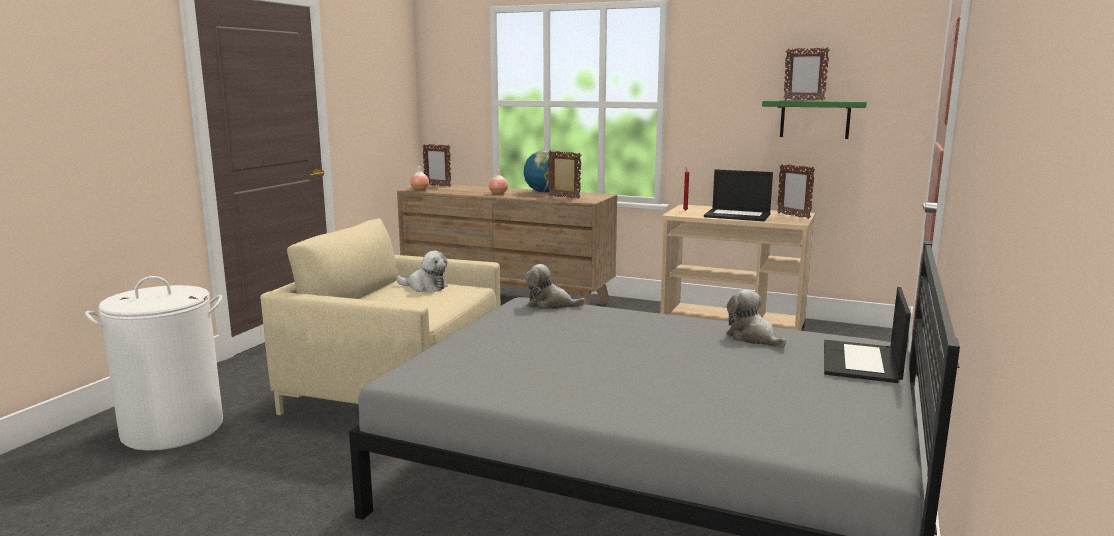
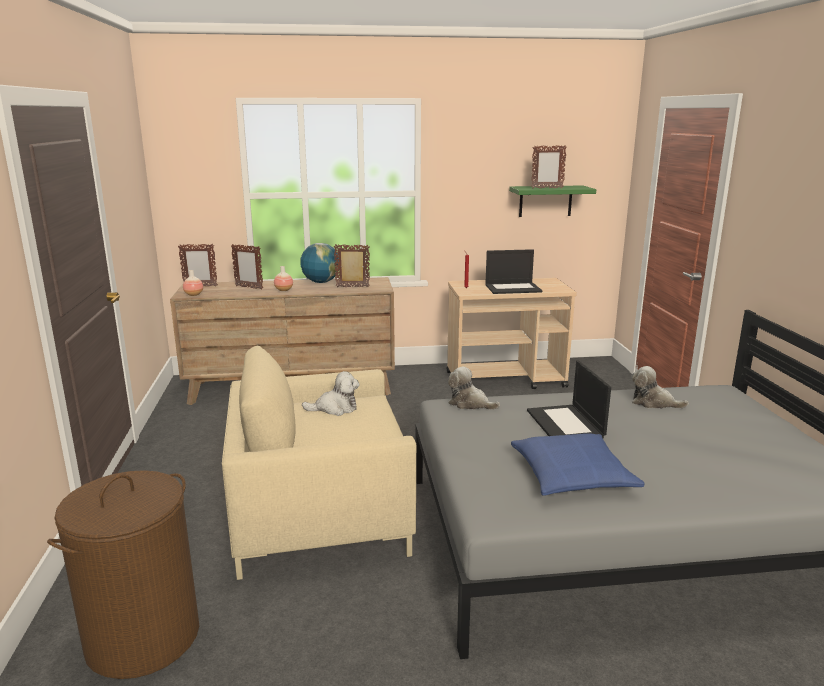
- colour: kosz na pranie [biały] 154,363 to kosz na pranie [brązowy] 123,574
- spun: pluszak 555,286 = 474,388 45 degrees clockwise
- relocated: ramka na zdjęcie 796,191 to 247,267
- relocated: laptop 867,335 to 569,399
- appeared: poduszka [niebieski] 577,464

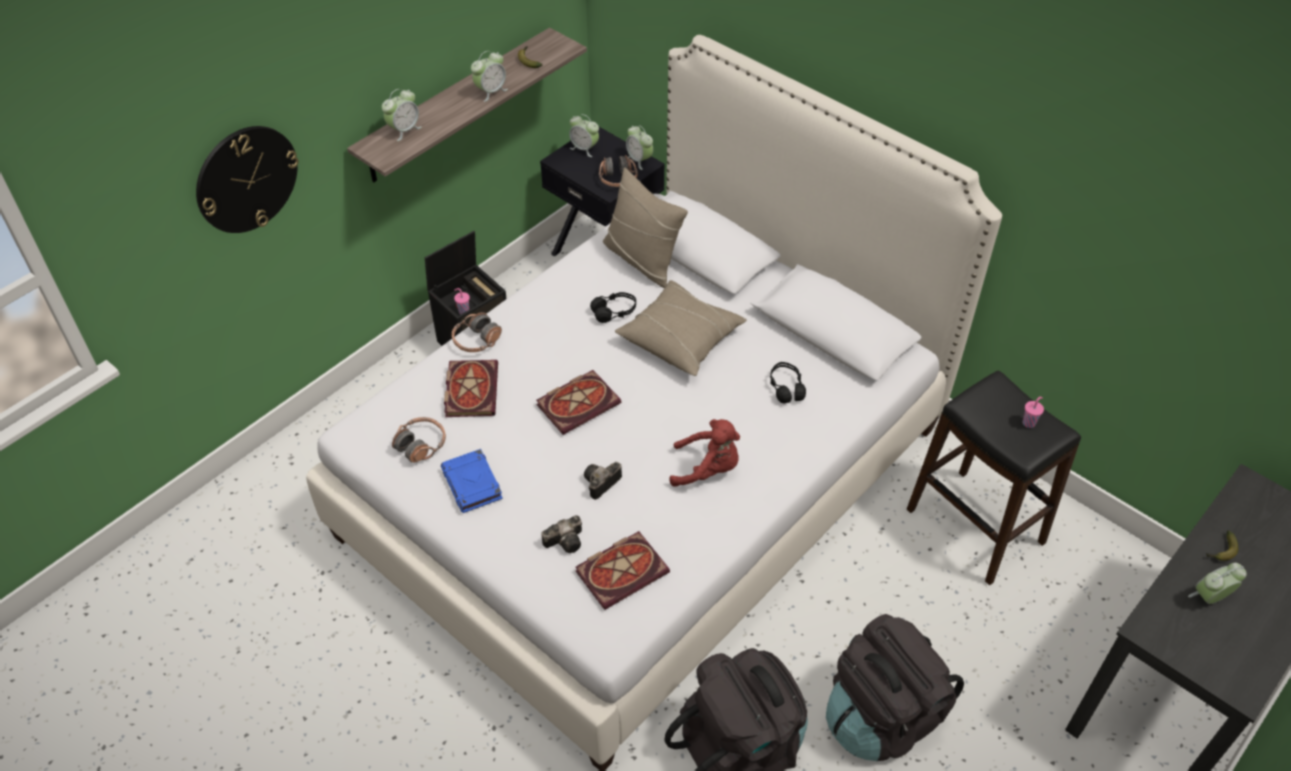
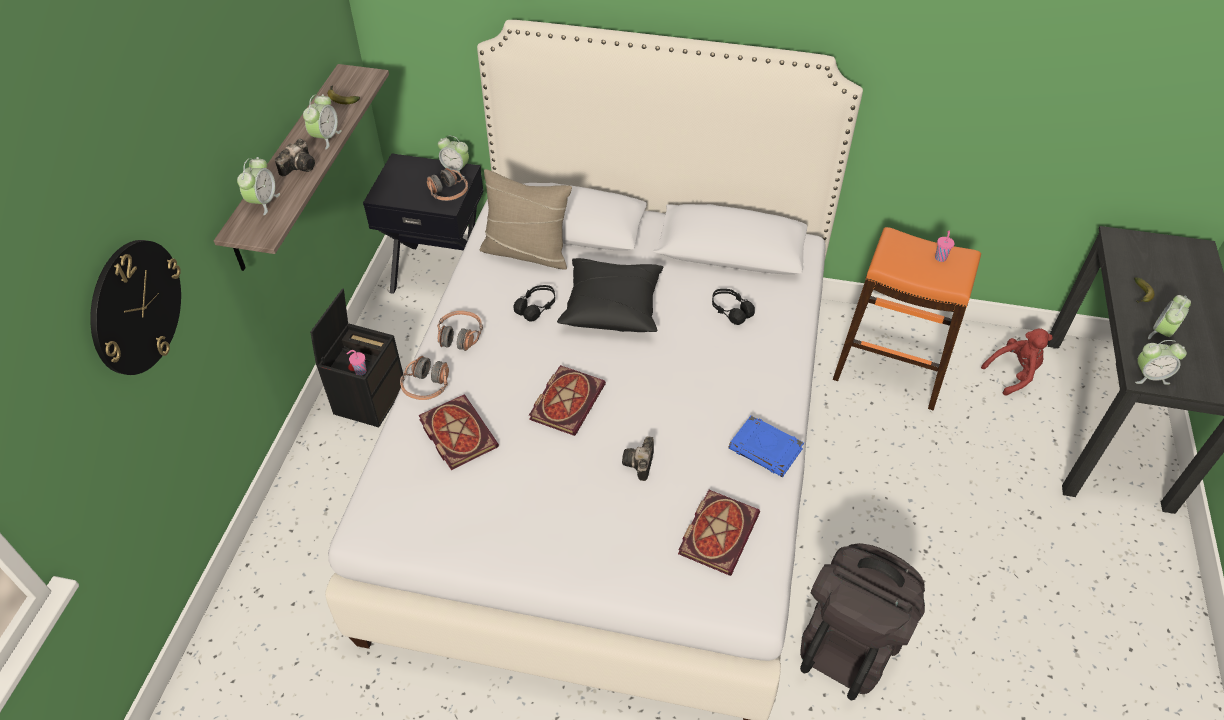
- relocated: słuchawki 419,440 to 460,330
- relocated: książka [niebieski] 472,481 to 766,446
- relocated: aparat fotograficzny 561,534 to 295,158
- relocated: budzik 584,135 to 1161,362
- colour: poduszka [beżowy] 681,328 to poduszka [czarny] 610,295
- relocated: pluszak [czerwony] 704,453 to 1017,362
- missing: plecak [czarny] 895,687
- colour: stołek [czarny] 994,478 to stołek [pomarańczowy] 907,318

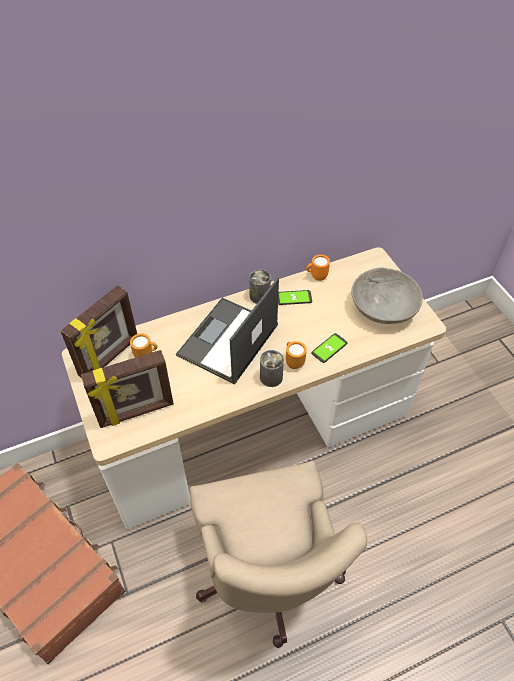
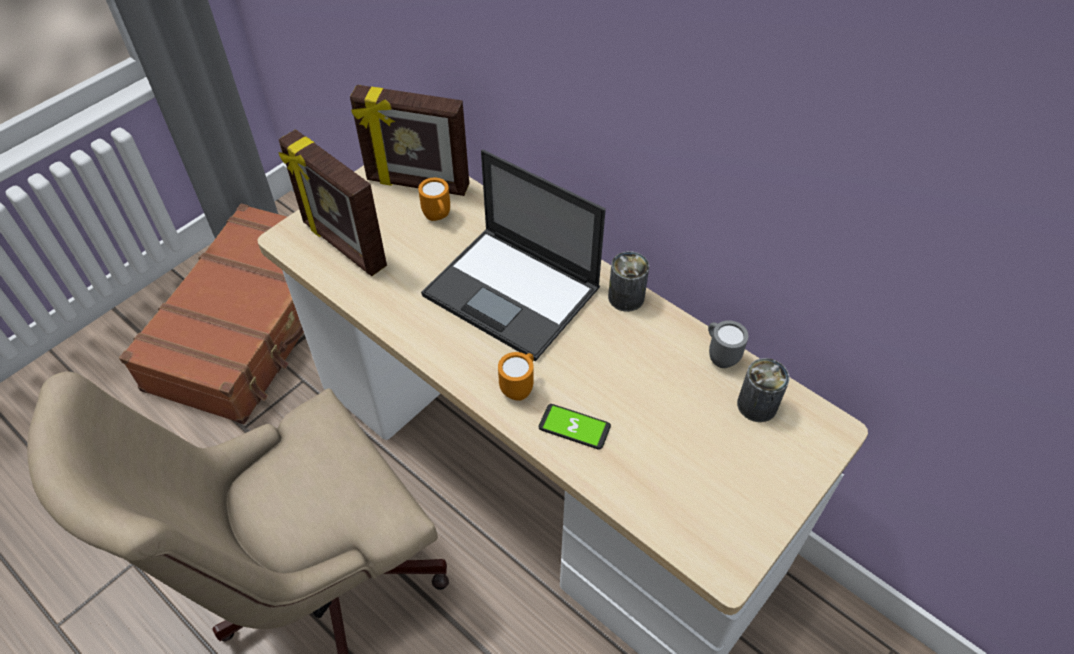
- spun: laptop 227,330 = 513,255 150 degrees counterclockwise
- relocated: puszka 272,368 to 763,390
- missing: telefon 295,297
- colour: kubek [pomarańczowy] 318,267 to kubek [szary] 728,344
- missing: miska [szary] 387,295

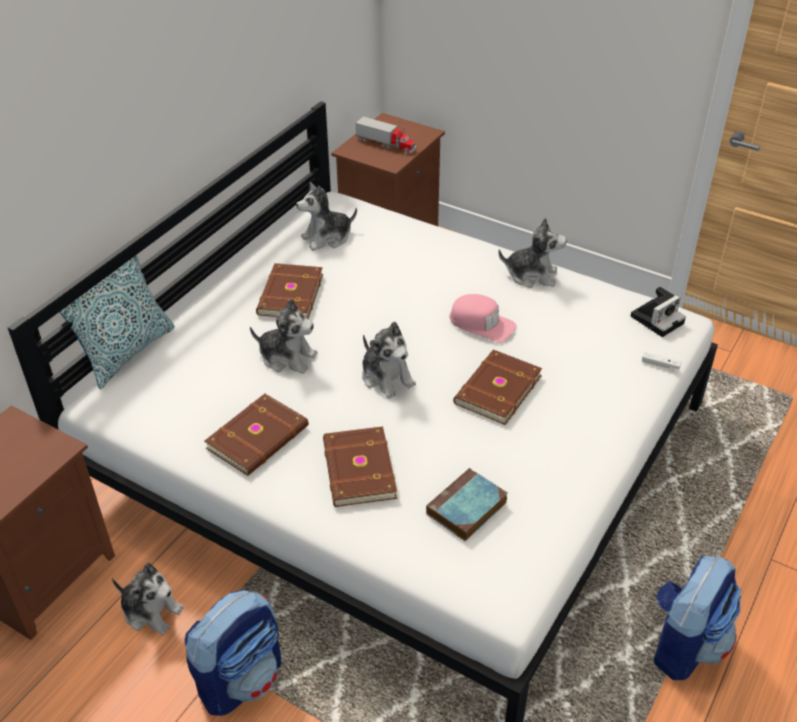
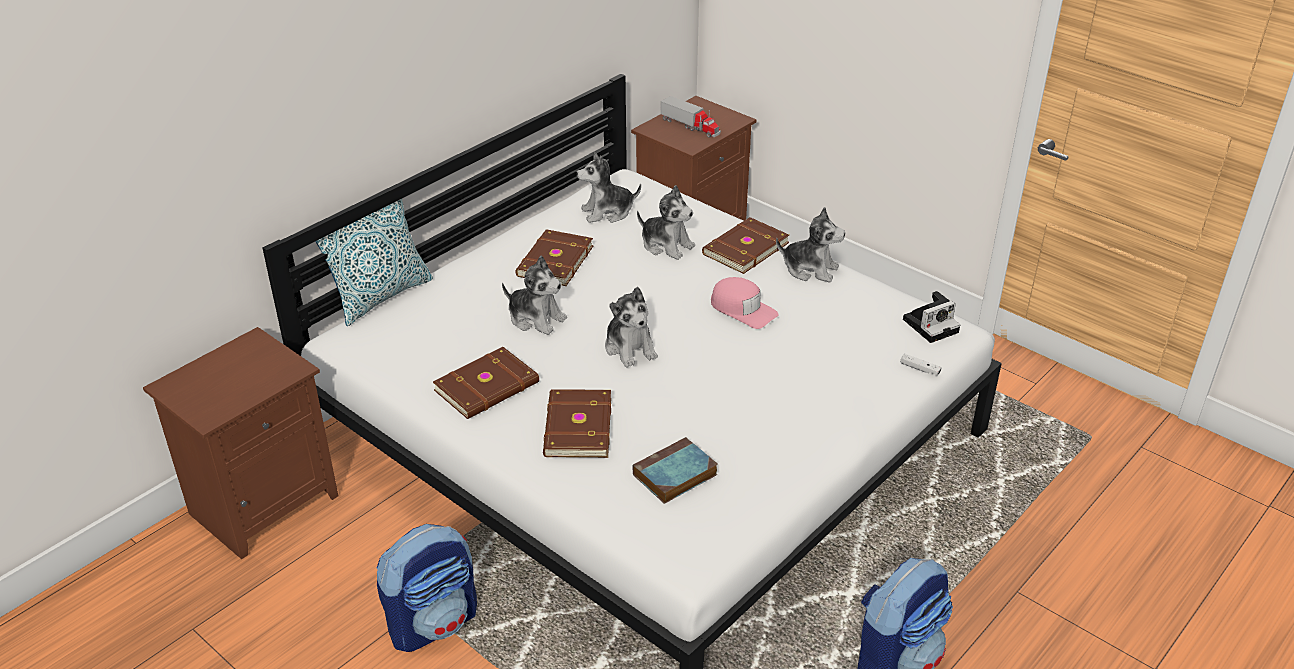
- relocated: pluszak 148,599 to 666,222
- relocated: książka [brązowy] 498,387 to 745,245

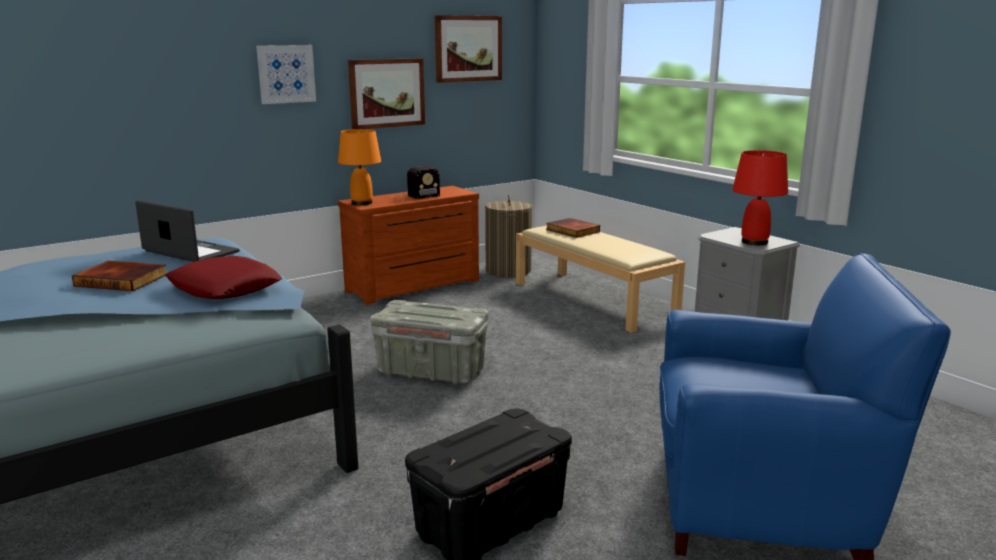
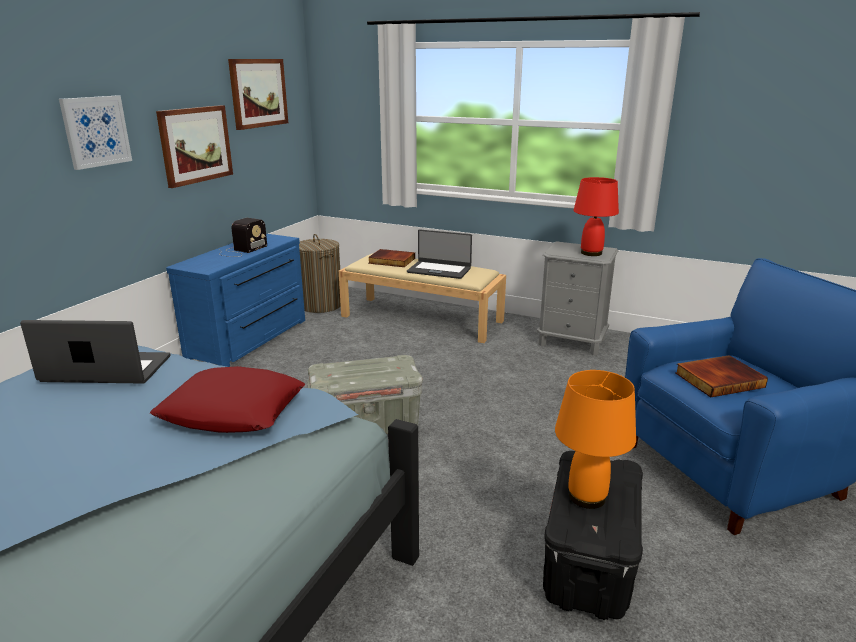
- relocated: książka 119,276 to 721,376
- relocated: lampa stołowa [pomarańczowy] 359,167 to 595,439
- colour: komoda [brązowy] 408,245 to komoda [niebieski] 235,300
- appeared: laptop 439,254

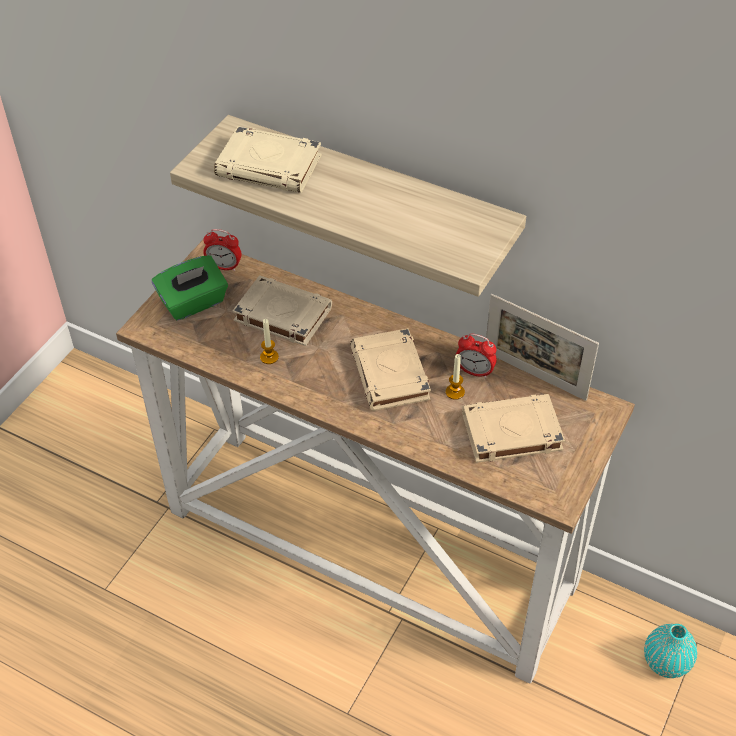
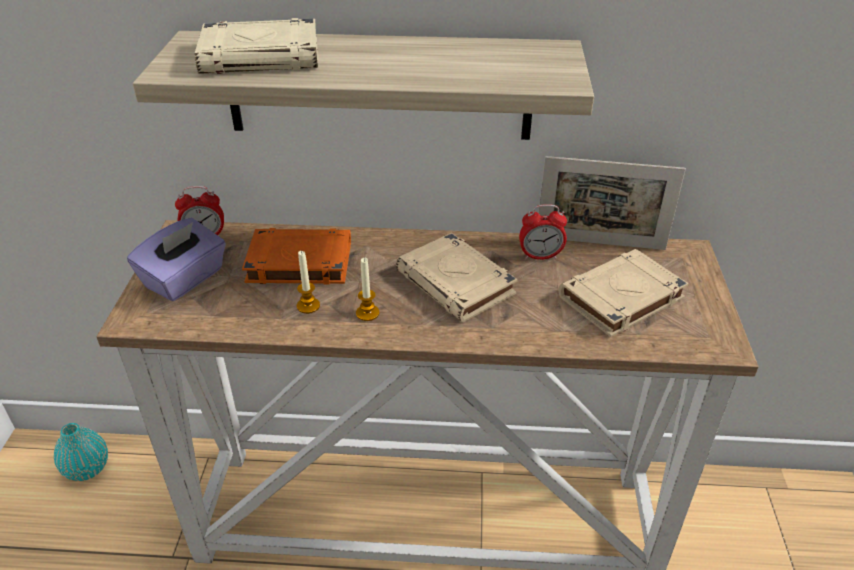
- colour: pudełko chusteczek [zielony] 190,288 to pudełko chusteczek [fioletowy] 176,259
- colour: książka [beżowy] 282,310 to książka [pomarańczowy] 296,256
- relocated: świeca 455,377 to 367,289
- relocated: wazon [turkusowy] 670,651 to 81,452

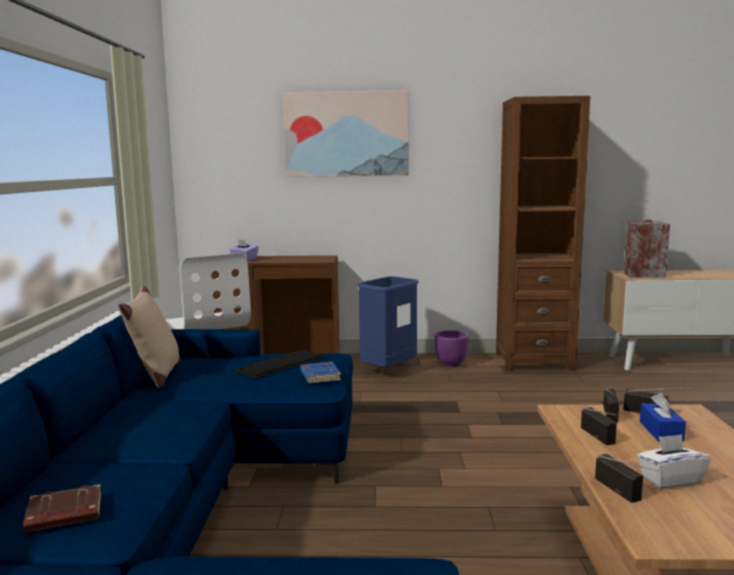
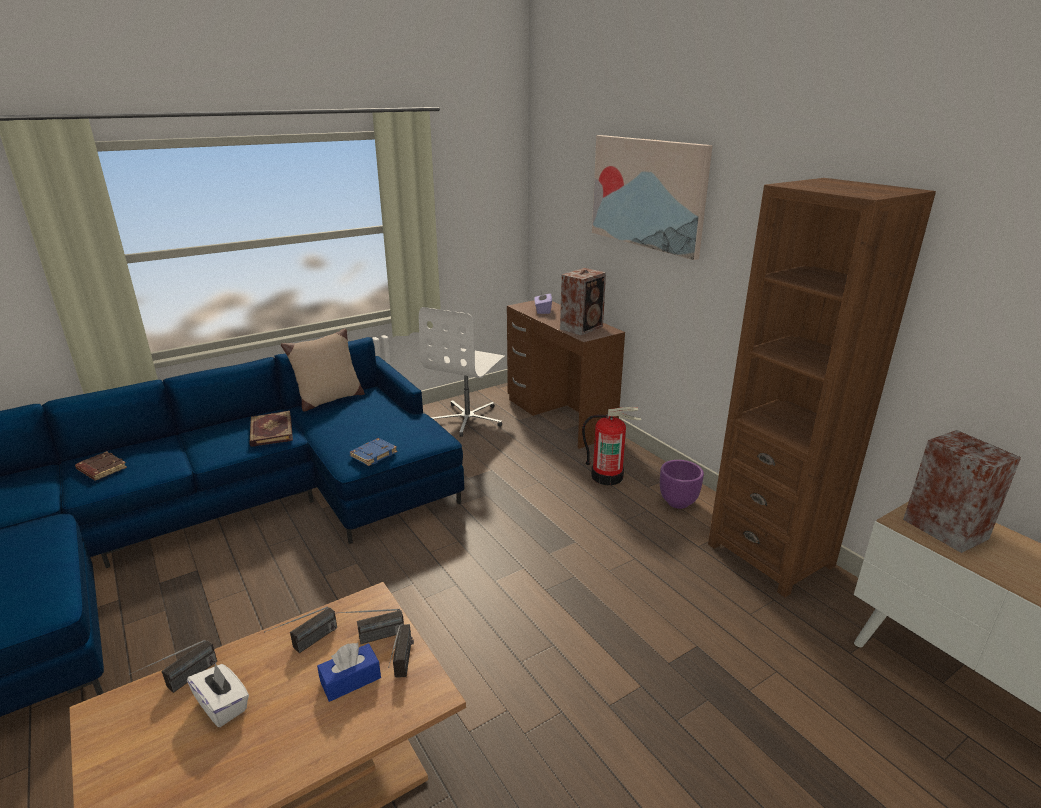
- missing: klawiatura 279,364
- exchanged: kosz na śmieci [niebieski] 388,321 to gaśnica 611,446
- appeared: książka 271,429
- appeared: głośnik 583,302

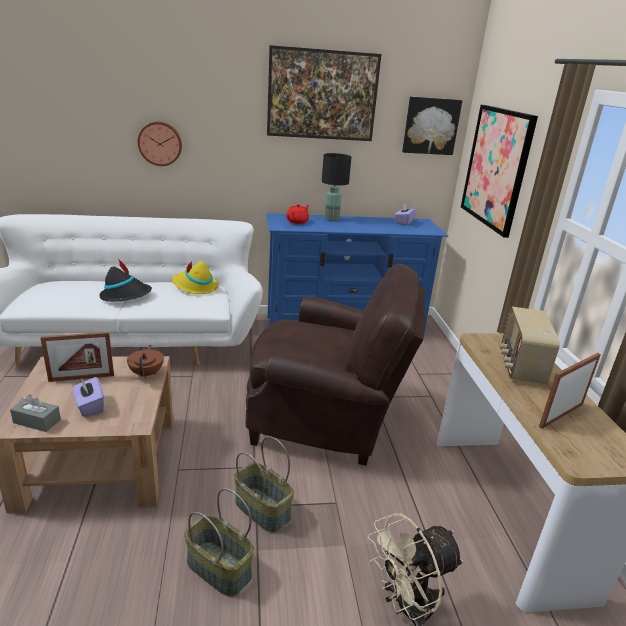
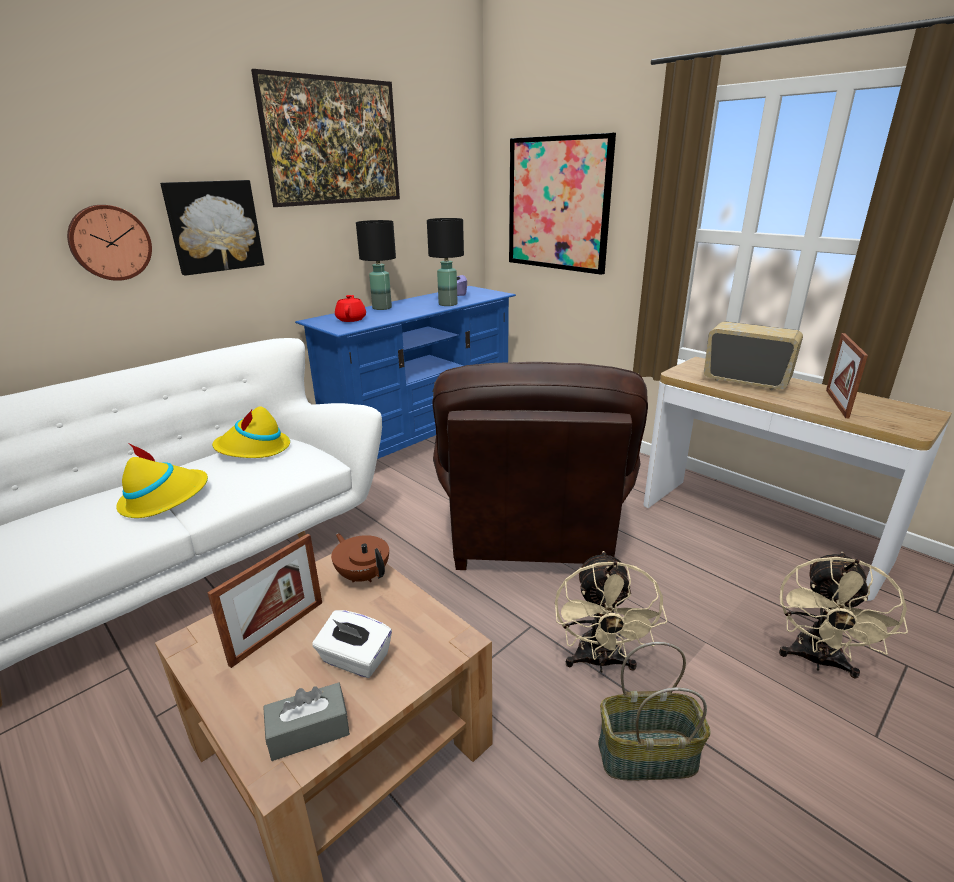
- colour: pudełko chusteczek [fioletowy] 88,397 to pudełko chusteczek [biały] 352,644
- colour: kapelusz [czarny] 126,280 to kapelusz [żółty] 162,480
- exchanged: koszyk 264,484 to wentylator [beżowy] 611,612
- spun: fotel [brązowy] 335,364 = 540,466 120 degrees clockwise
- relocated: obraz 432,126 to 212,228
- spun: radio 530,345 = 753,355 150 degrees clockwise
- appeared: lampa stołowa [czarny] 445,262

